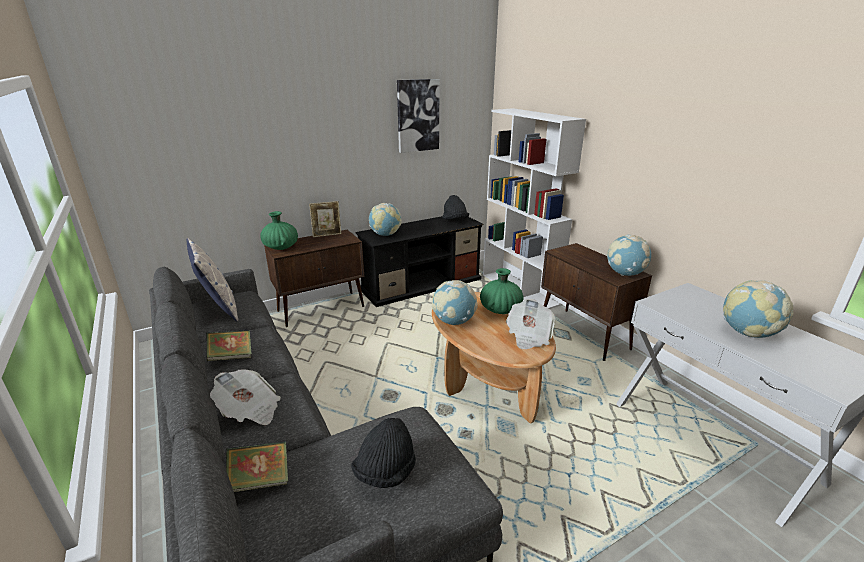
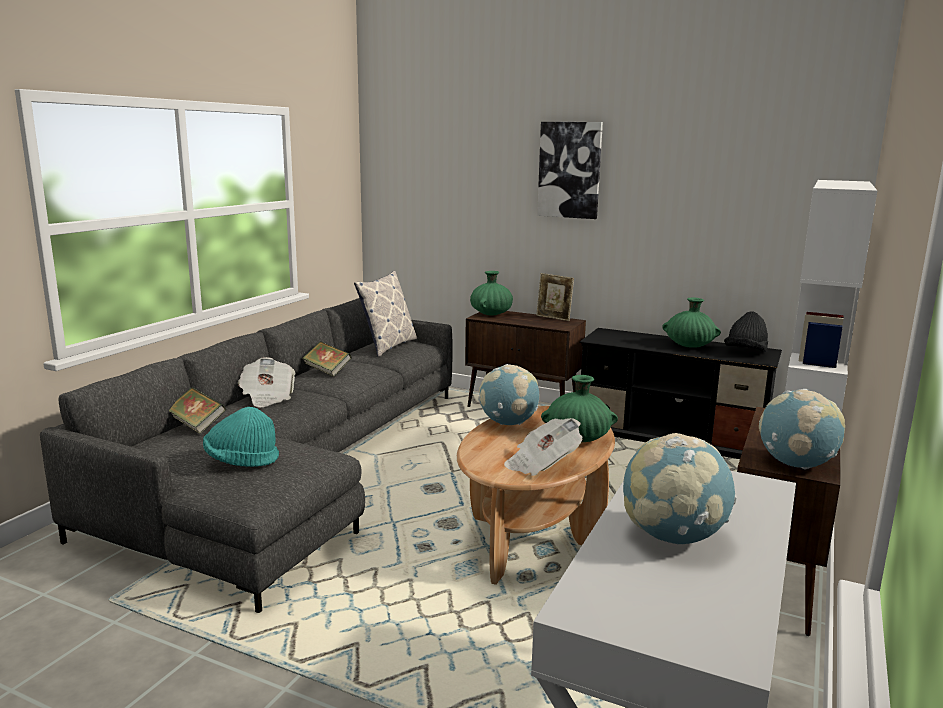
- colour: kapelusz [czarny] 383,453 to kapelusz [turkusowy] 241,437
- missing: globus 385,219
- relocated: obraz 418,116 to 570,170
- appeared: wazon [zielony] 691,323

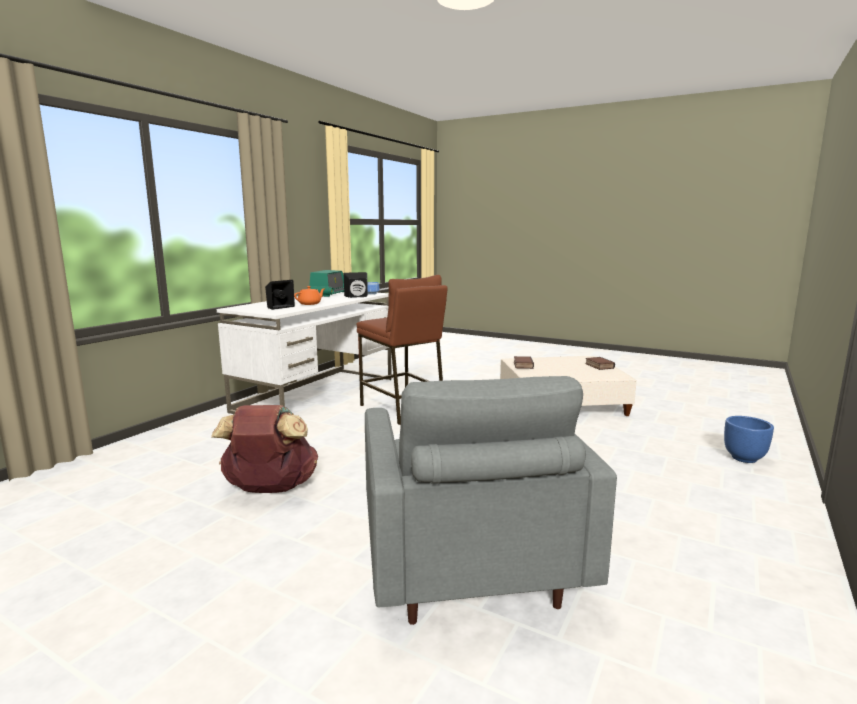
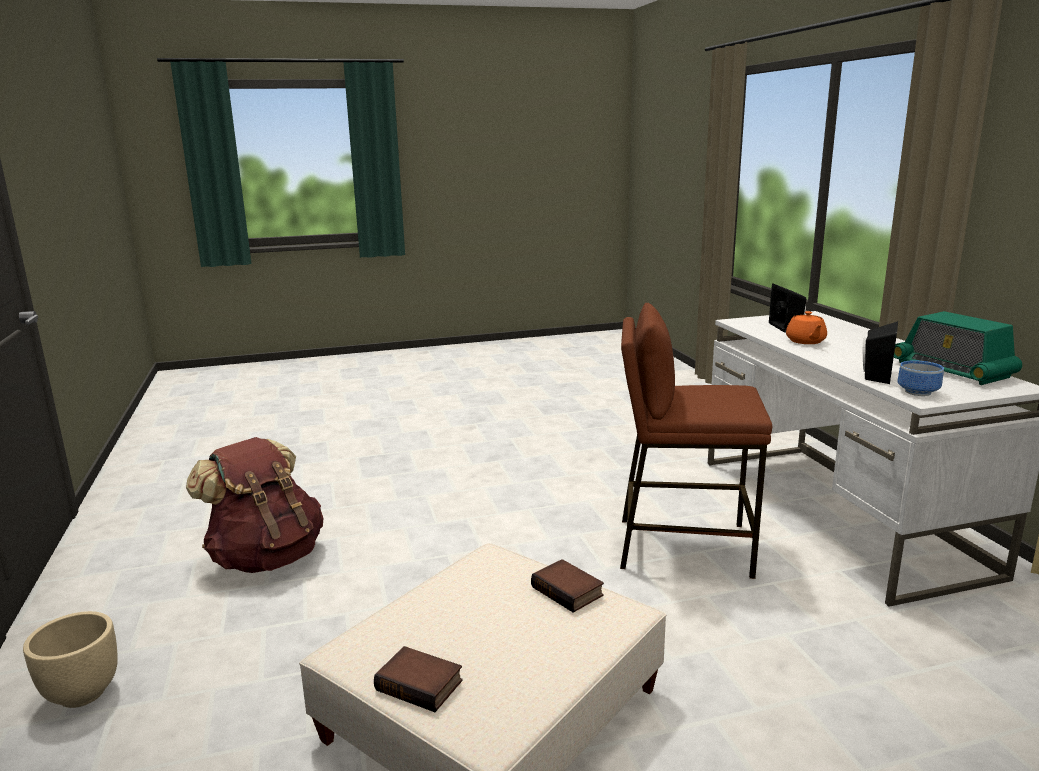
- relocated: plecak [brązowy] 264,449 to 254,505
- missing: fotel [szary] 491,500
- colour: donica [niebieski] 749,439 to donica [beżowy] 70,659

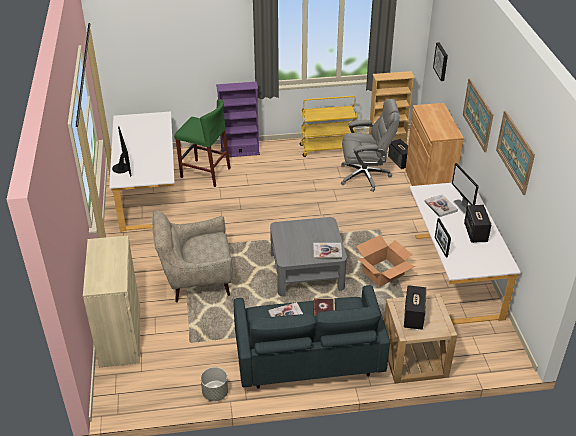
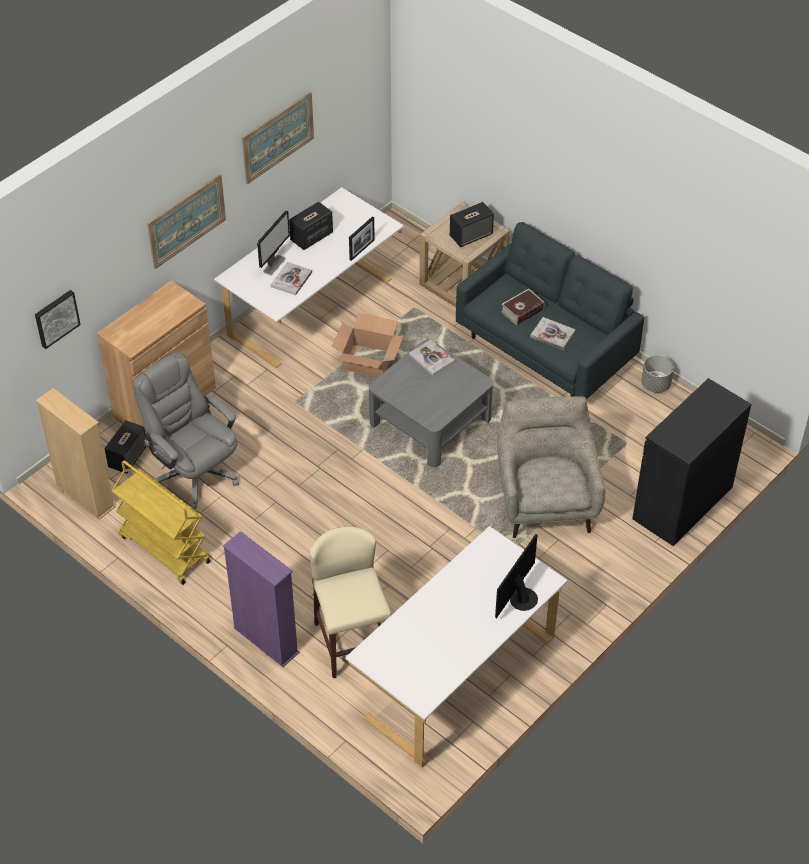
- colour: szafka [beżowy] 111,301 to szafka [czarny] 691,462
- spun: fotel [beżowy] 192,256 = 551,467 135 degrees counterclockwise
- colour: stołek [zielony] 202,143 to stołek [beżowy] 351,602

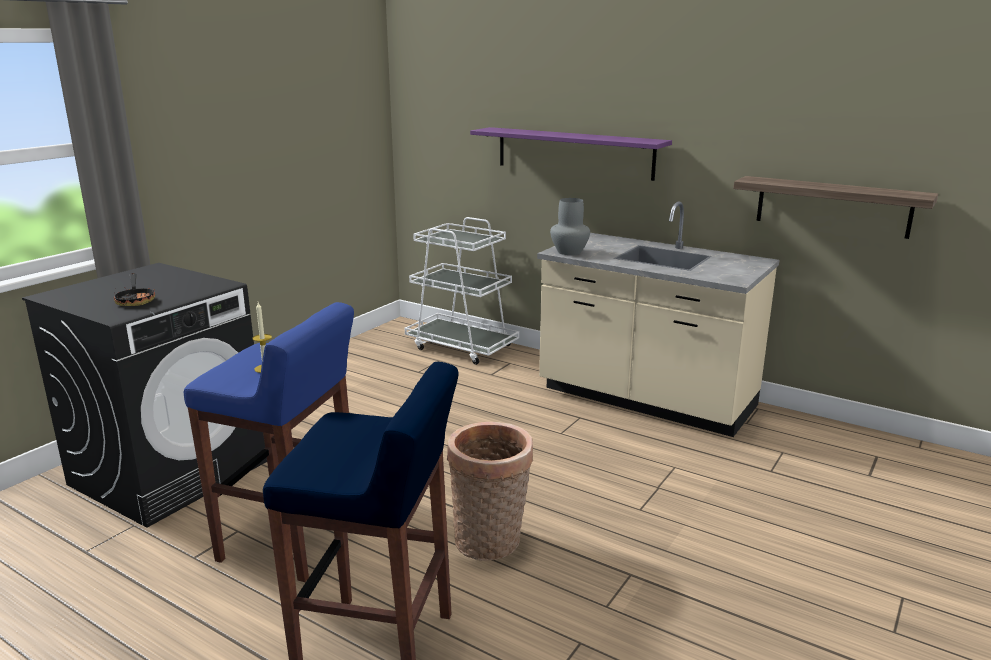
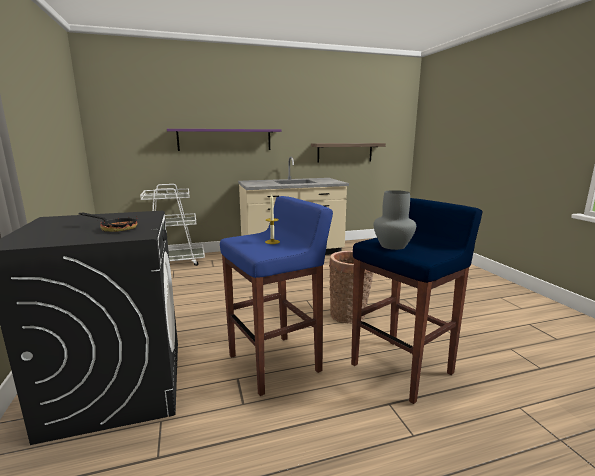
- relocated: wazon [szary] 570,226 to 395,220

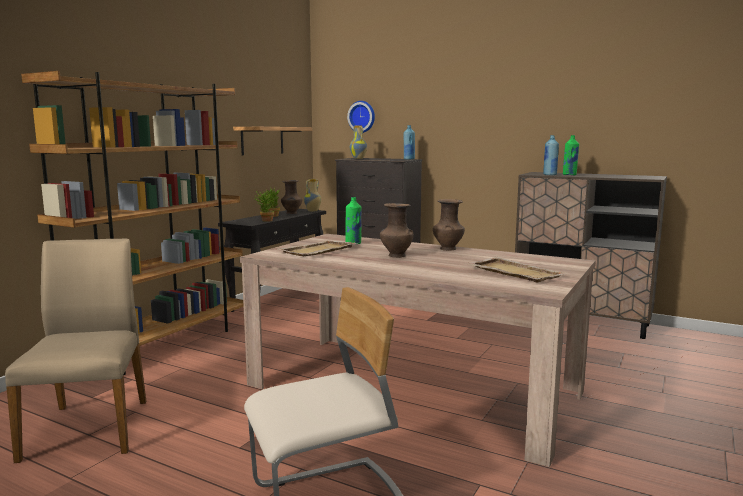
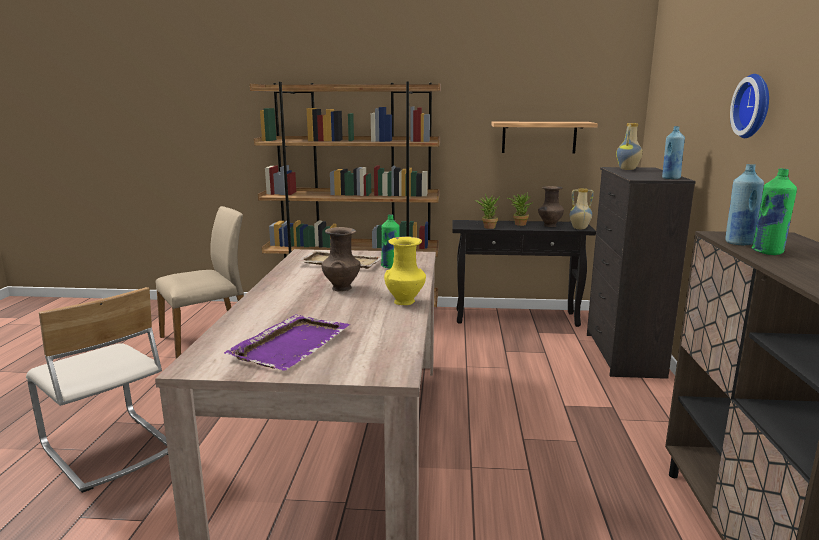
- relocated: zegar ścienny 361,117 to 749,106
- colour: wazon [brązowy] 449,225 to wazon [żółty] 405,270
- colour: taca [beżowy] 516,270 to taca [fioletowy] 287,342

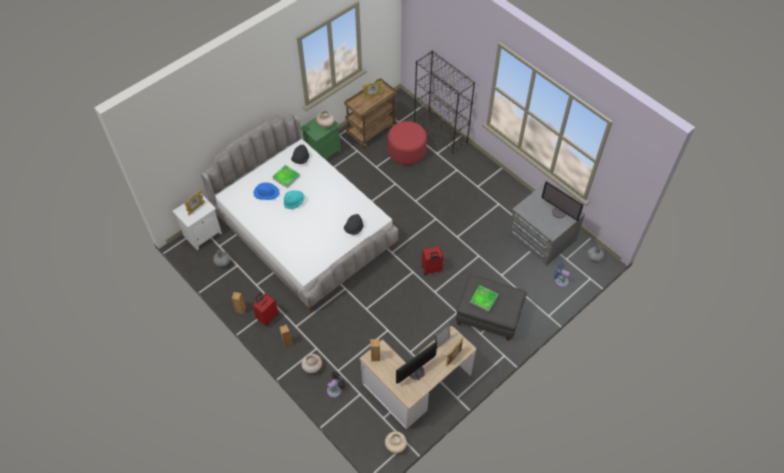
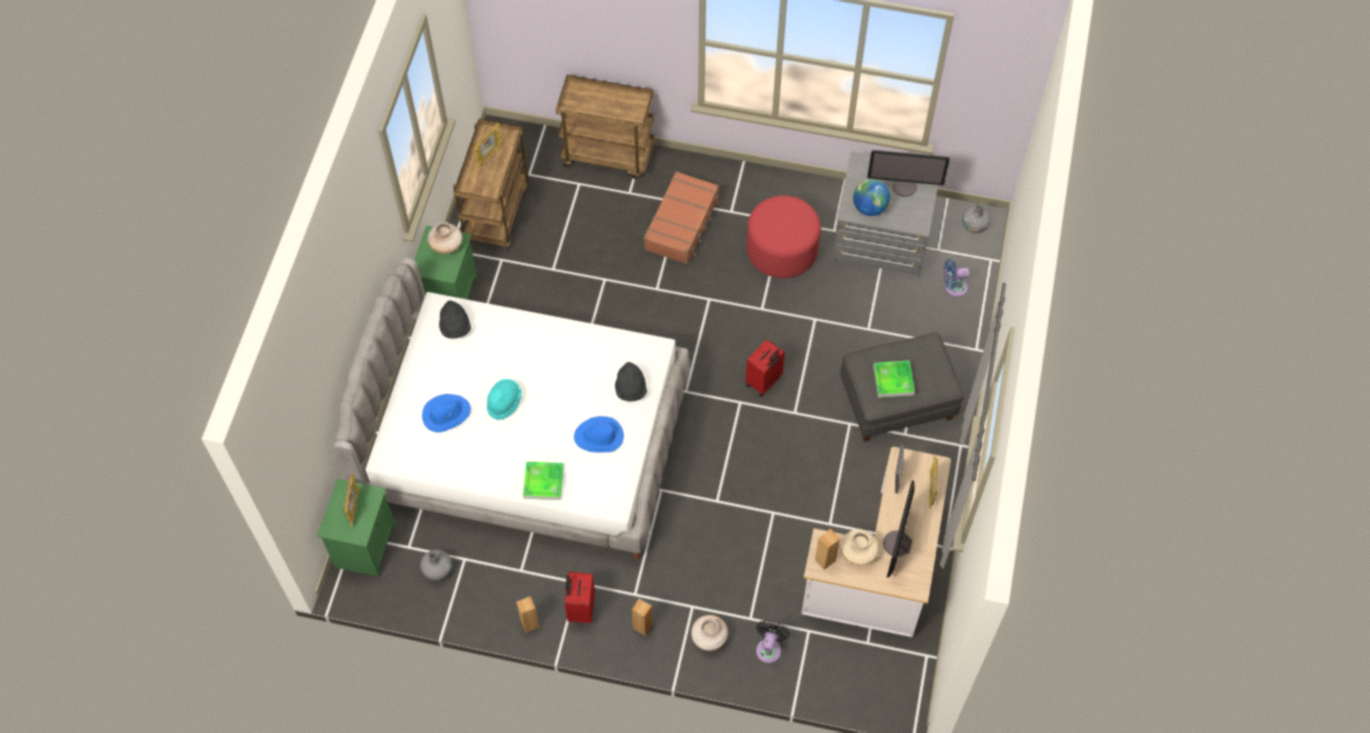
- colour: szafka nocna [biały] 197,222 to szafka nocna [zielony] 356,527
- relocated: taca 286,176 to 543,480
- relocated: wazon [beżowy] 396,442 to 860,547
- relocated: pufa [czerwony] 407,143 to 784,237
- exchanged: regał [czarny] 444,102 to wózek [brązowy] 605,126
- appeared: kapelusz [niebieski] 599,434
- appeared: walizka [brązowy] 681,217
- appeared: globus 871,197

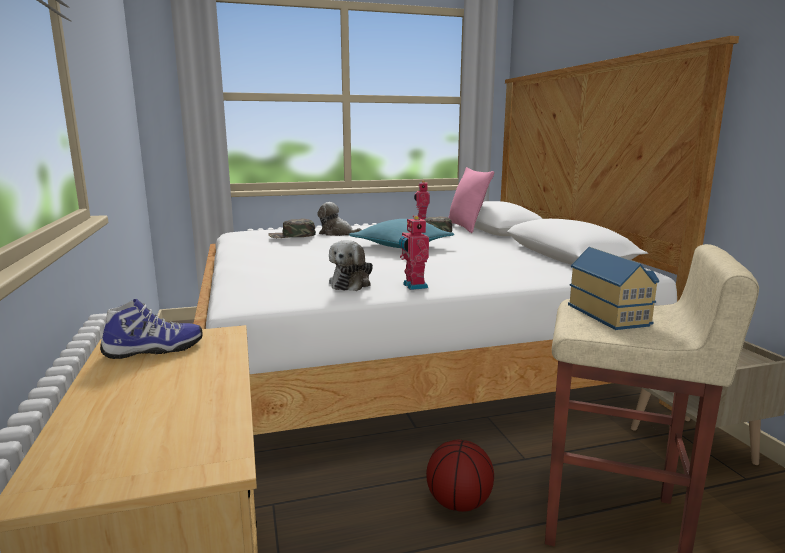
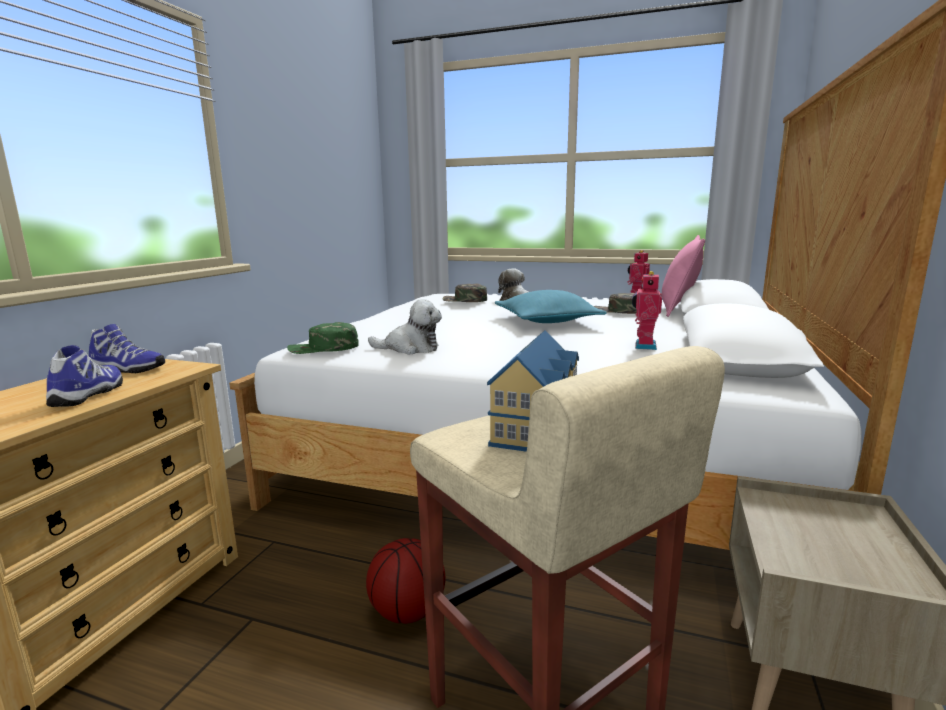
- spun: pluszak 351,265 = 405,327 135 degrees counterclockwise
- relocated: robot zabawkowy 414,253 to 647,310
- appeared: but 84,376
- appeared: czapka z daszkiem [zielony] 323,338

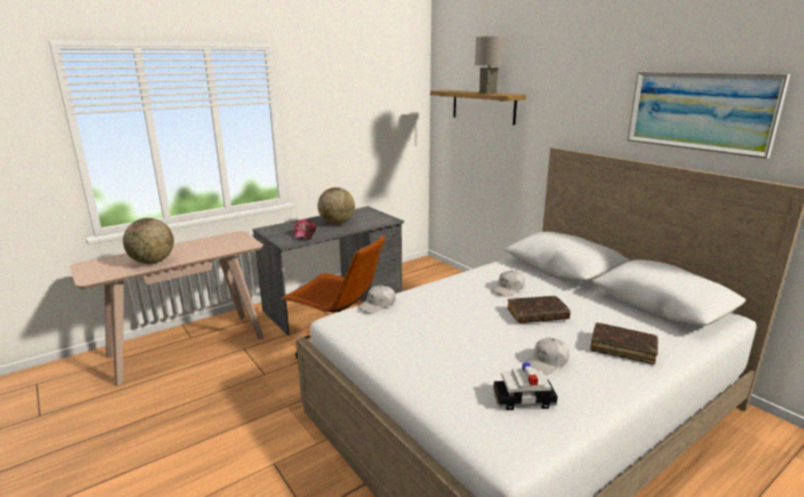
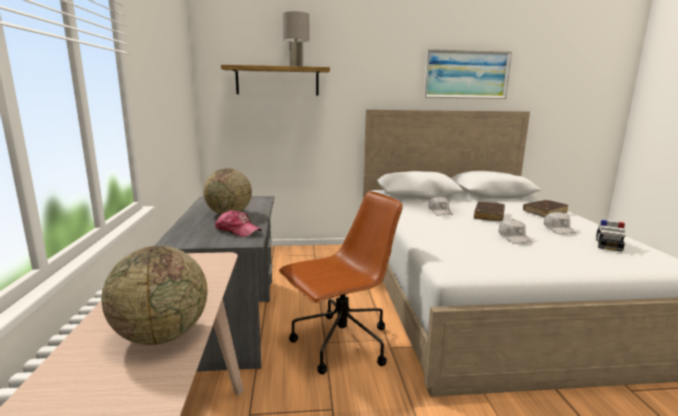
- relocated: czapka z daszkiem [biały] 377,299 to 515,231

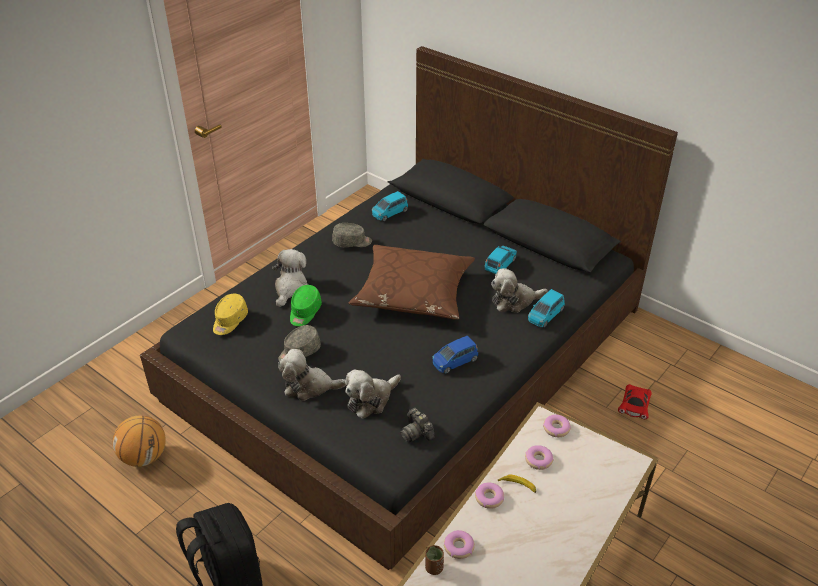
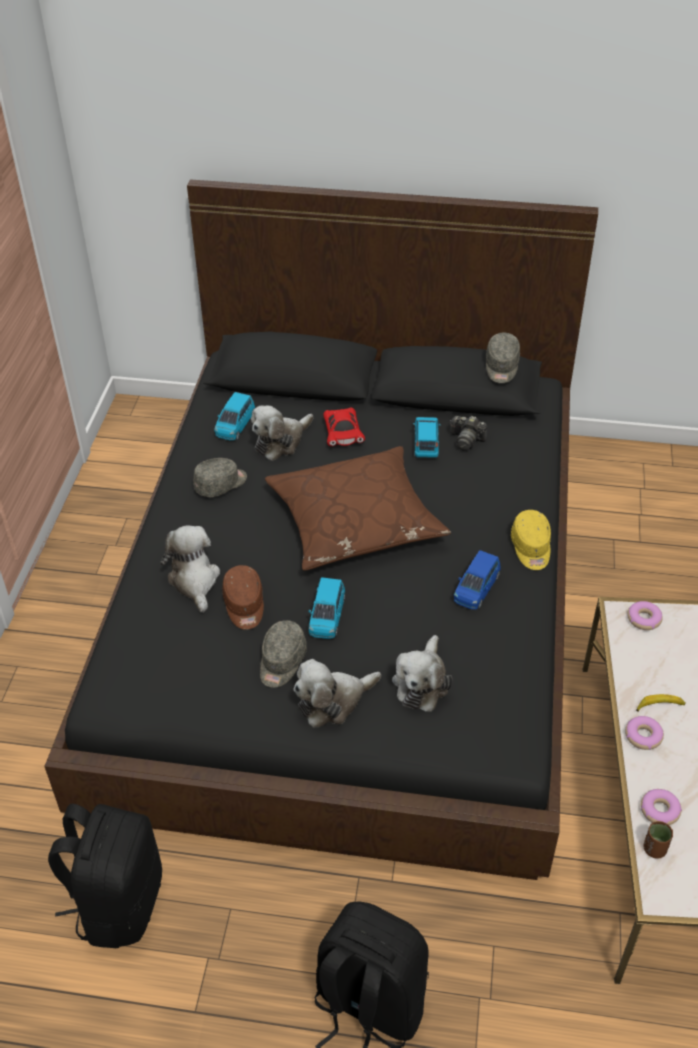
- exchanged: piłka do koszykówki 139,441 to plecak [czarny] 105,876
- relocated: czapka z daszkiem [żółty] 230,314 to 531,540
- colour: czapka z daszkiem [zielony] 306,305 to czapka z daszkiem [brązowy] 243,597
- relocated: aparat fotograficzny 417,425 to 469,433
- relocated: pluszak 519,290 to 282,433
- missing: donut 539,457
- relocated: samochodzik [niebieski] 546,308 to 326,608
- relocated: samochodzik [czerwony] 635,401 to 344,426
- appeared: czapka z daszkiem [szary] 503,358

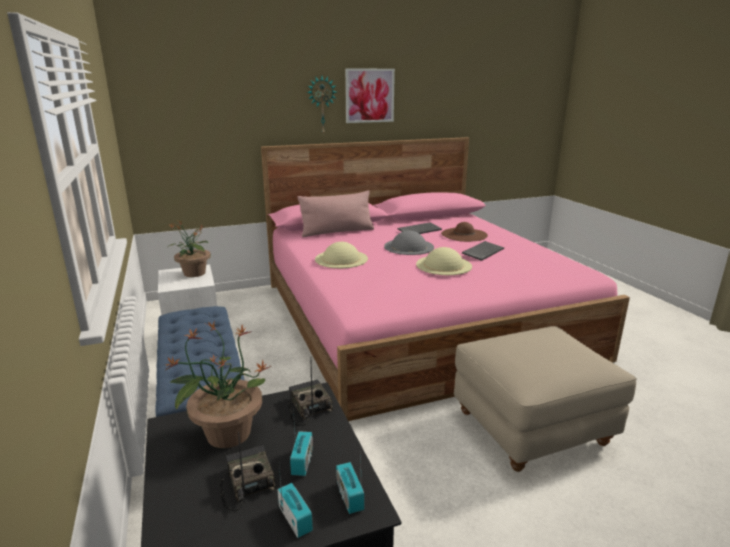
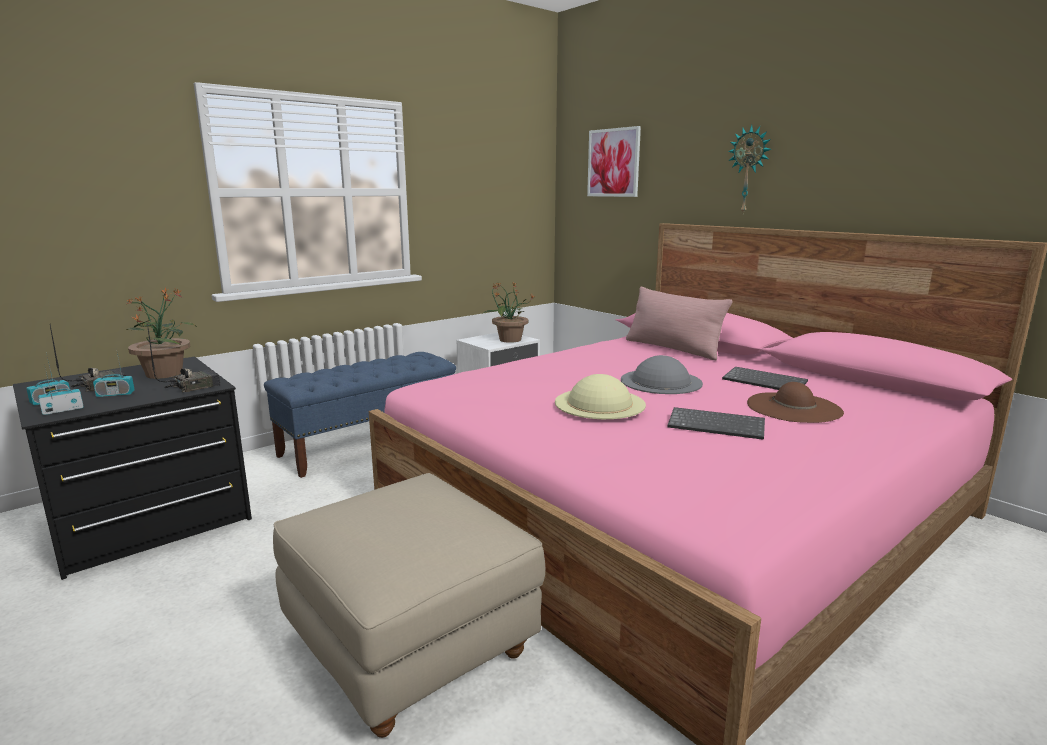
- missing: kapelusz [beżowy] 341,255
- relocated: obraz 370,95 to 614,161

